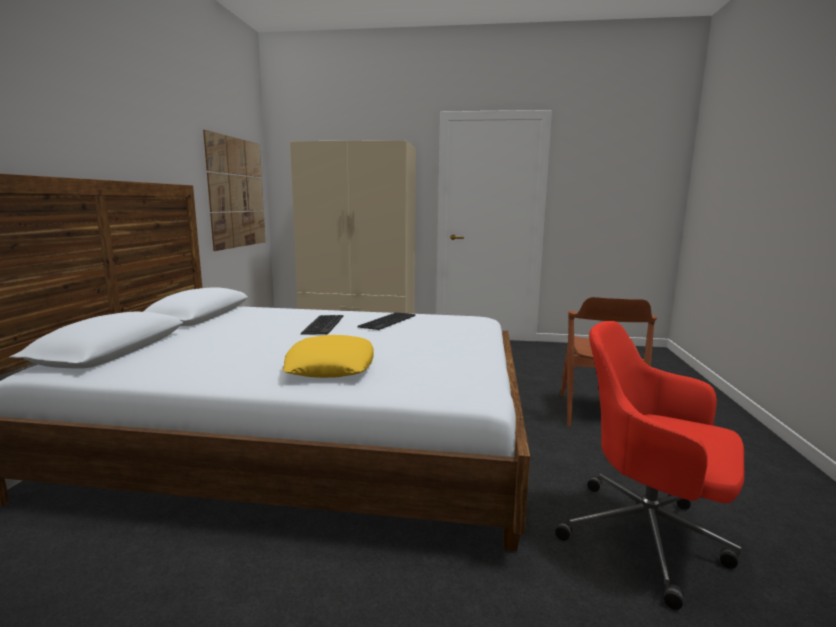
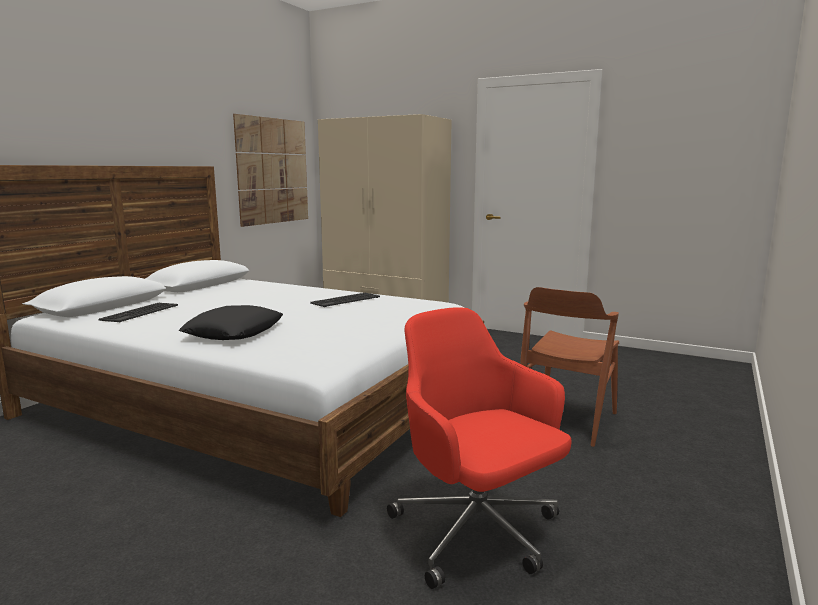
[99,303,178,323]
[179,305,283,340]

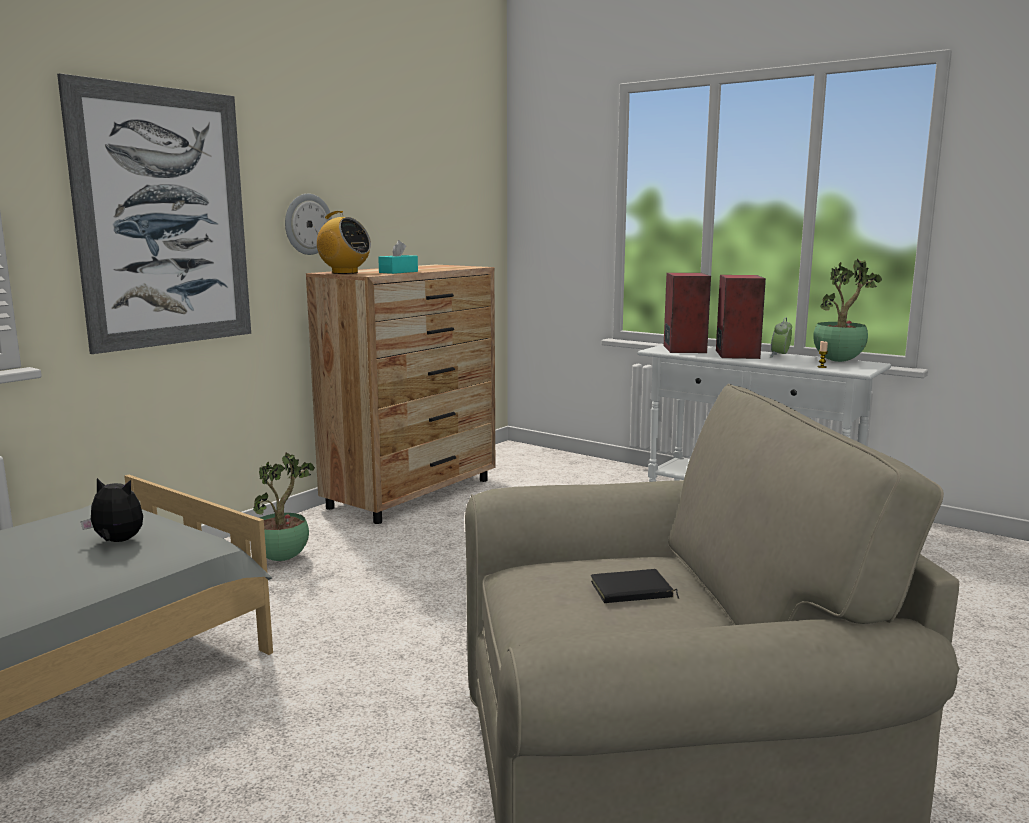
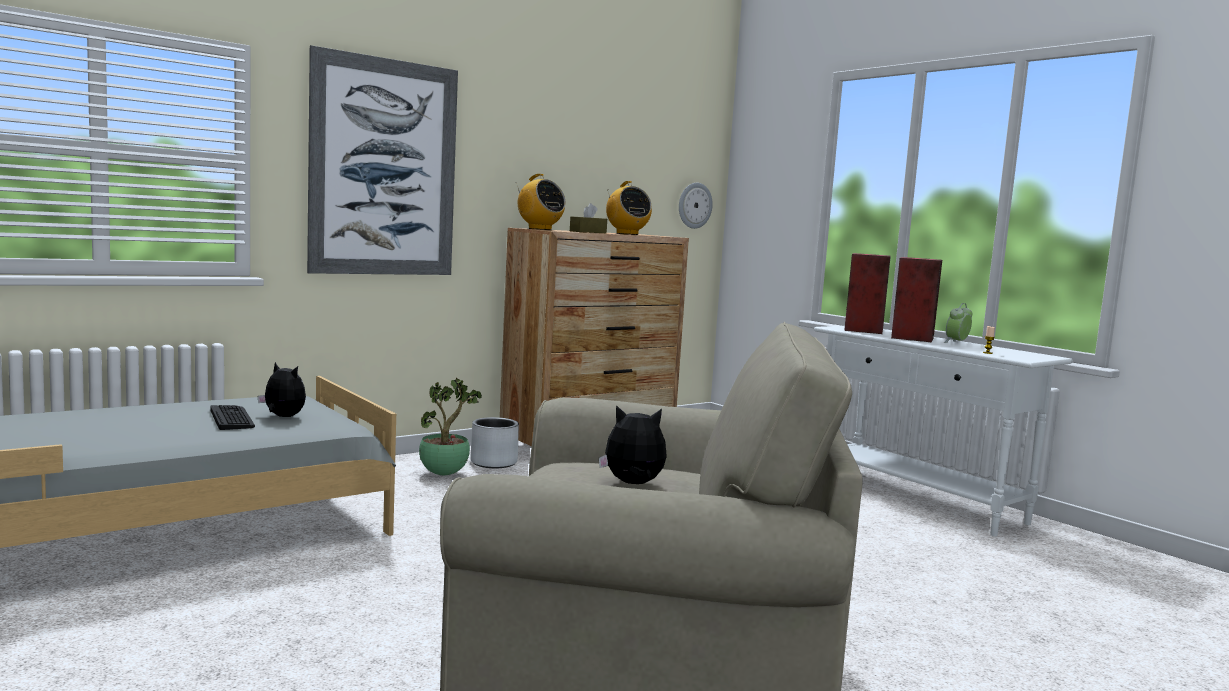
[813,259,882,362] (first image)
[210,405,255,430]
[470,417,519,468]
[606,181,652,235]
[679,183,713,229]
[599,405,667,484]
[570,203,607,233]

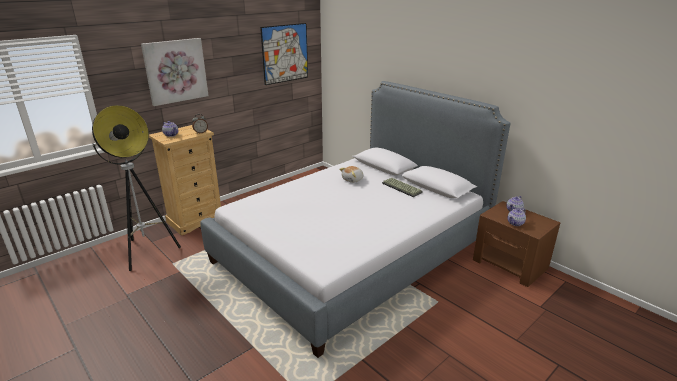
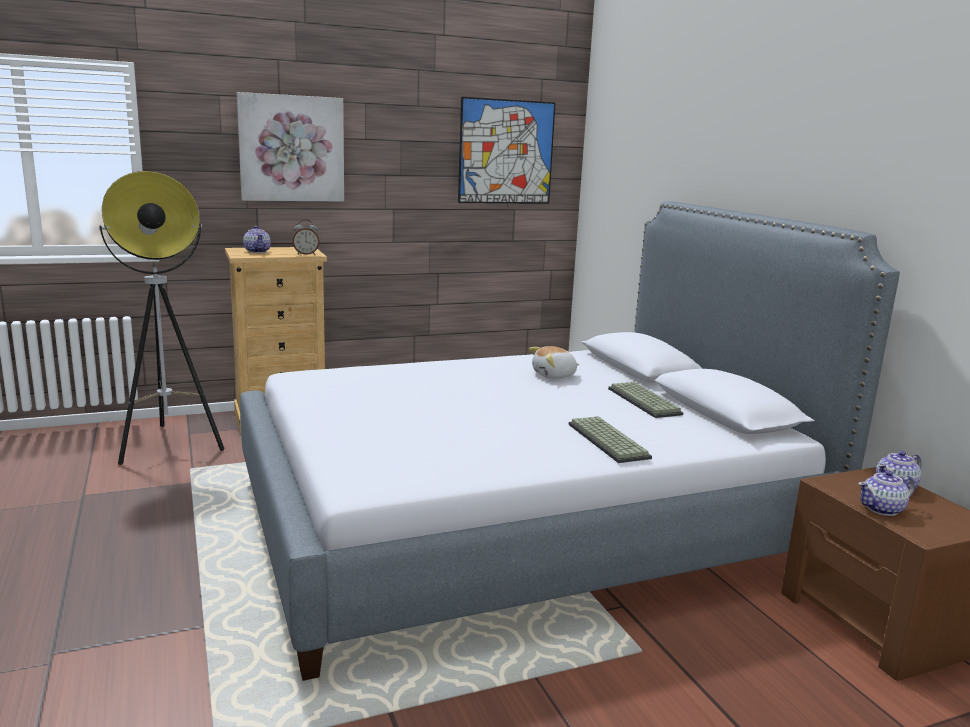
[569,416,652,463]

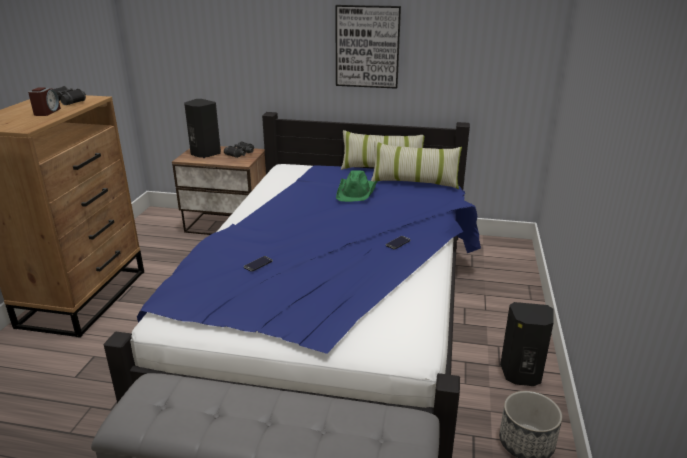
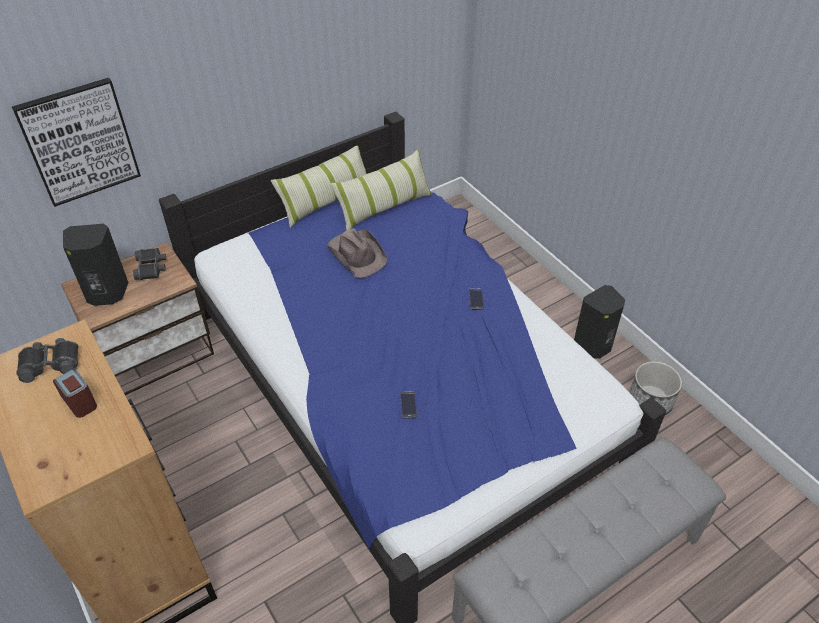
[12,78,141,207]
[327,228,387,278]

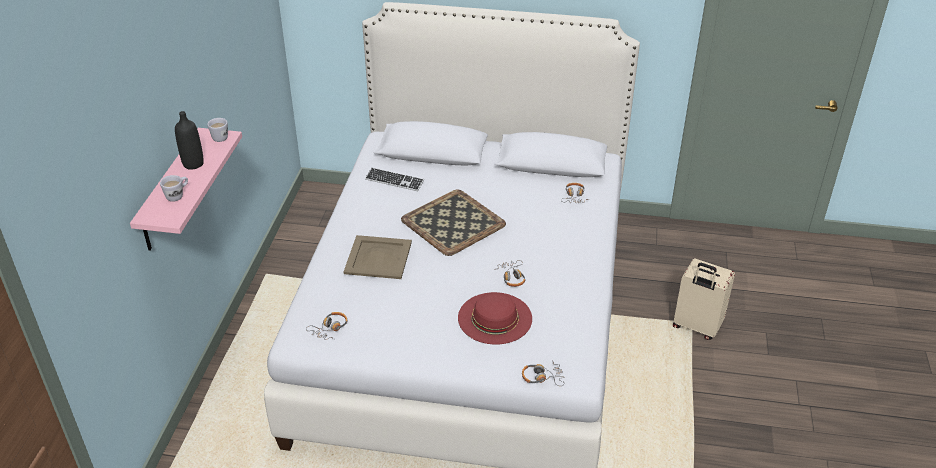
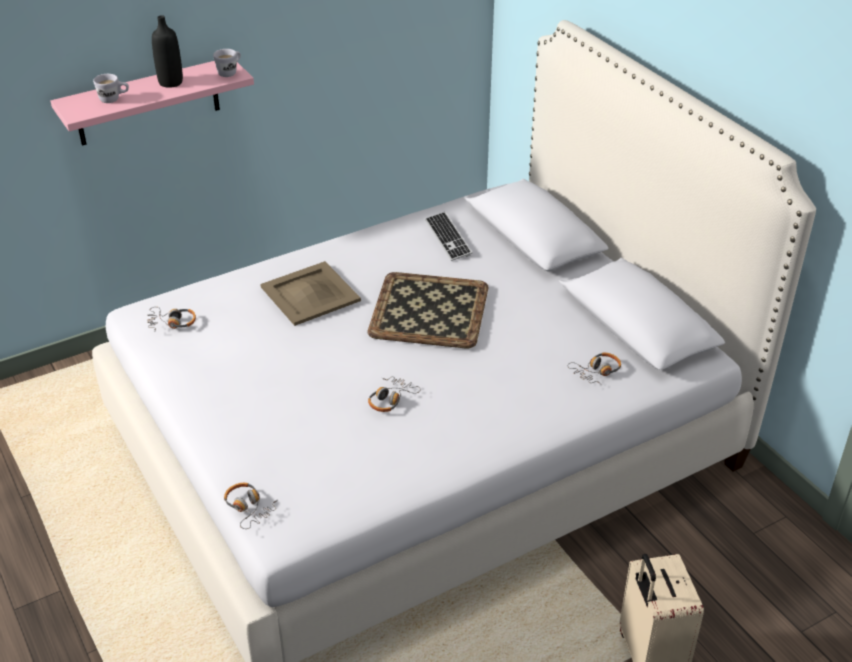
[458,292,532,344] (first image)

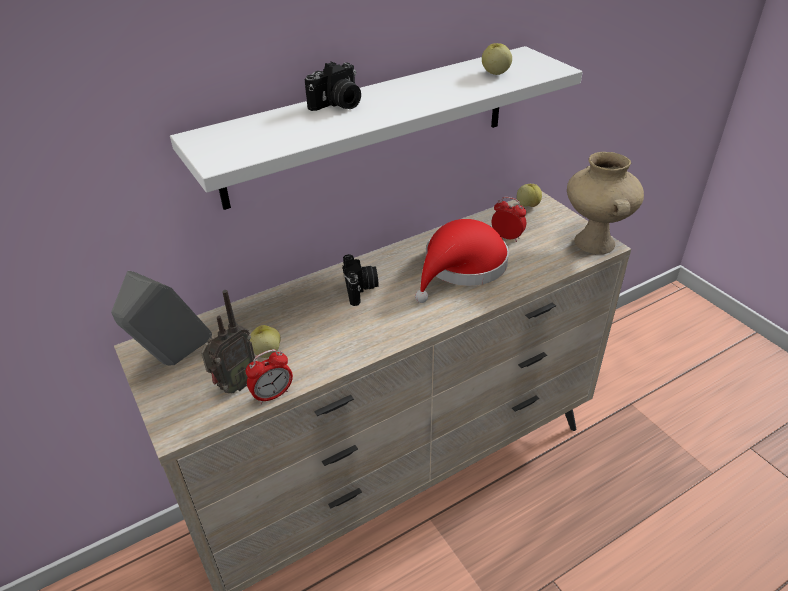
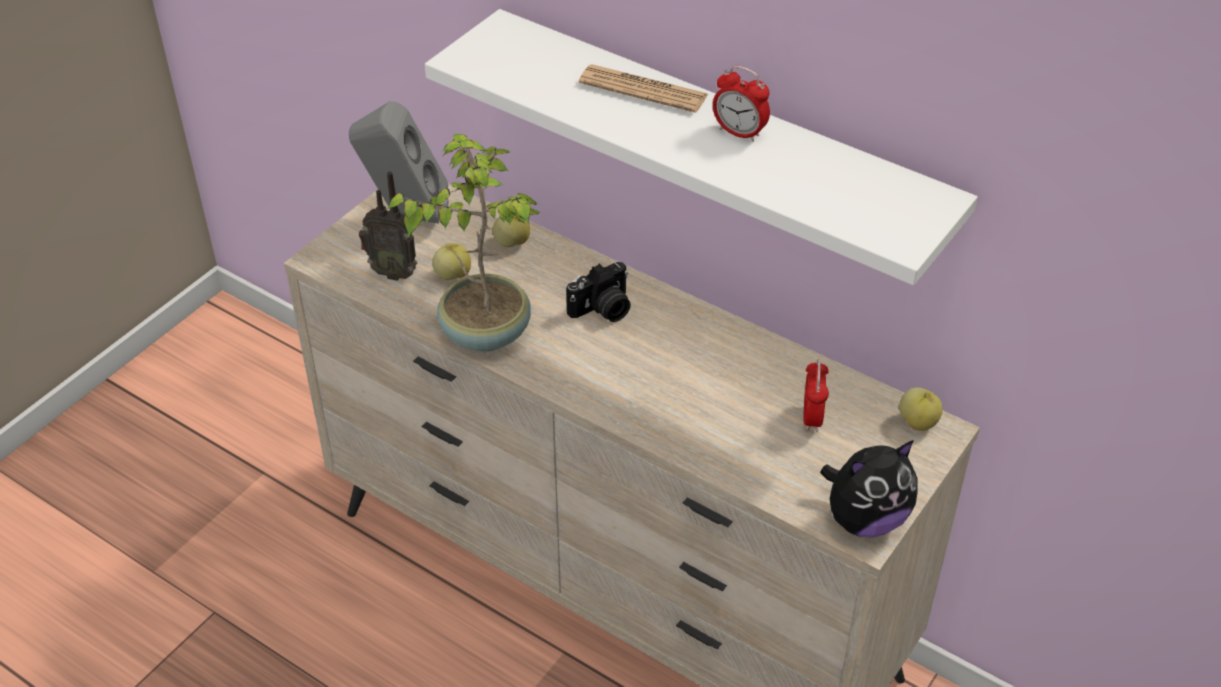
[415,219,509,303] (first image)
[387,134,540,352]
[713,65,770,142]
[493,215,530,247]
[579,64,708,113]
[820,440,918,537]

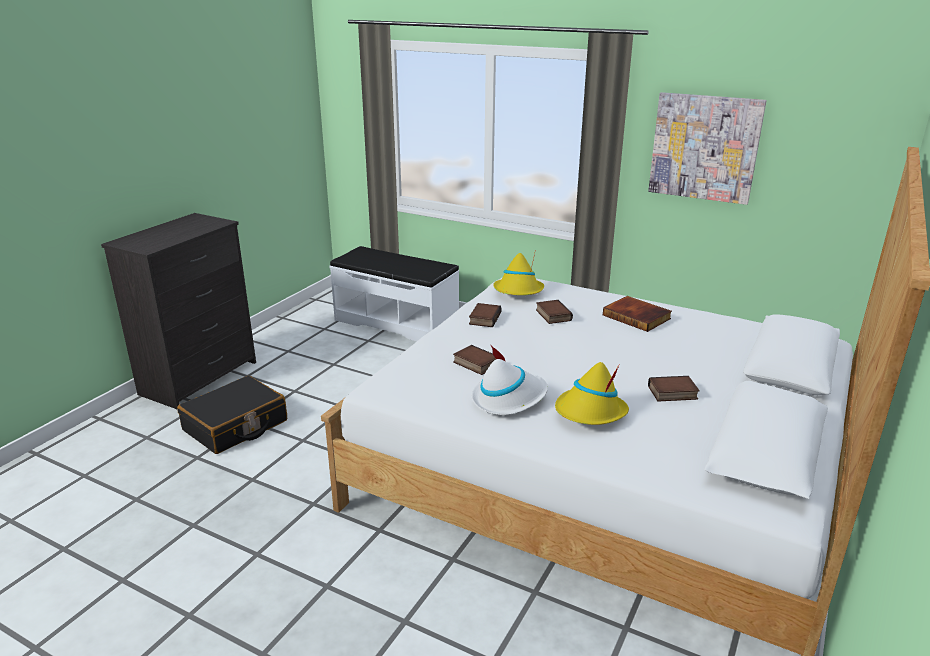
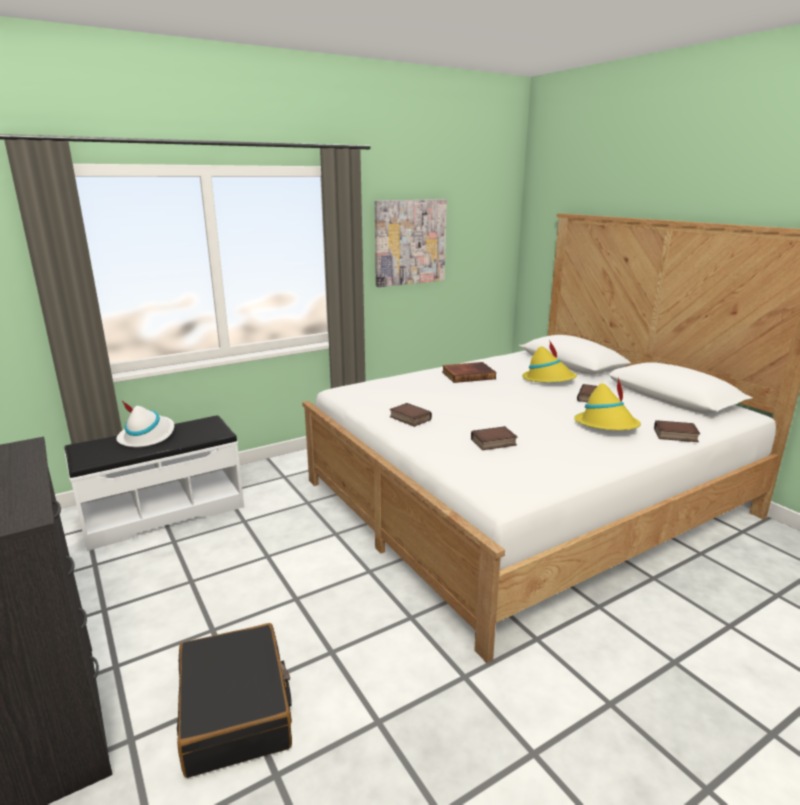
[116,400,174,447]
[522,340,577,382]
[654,420,700,442]

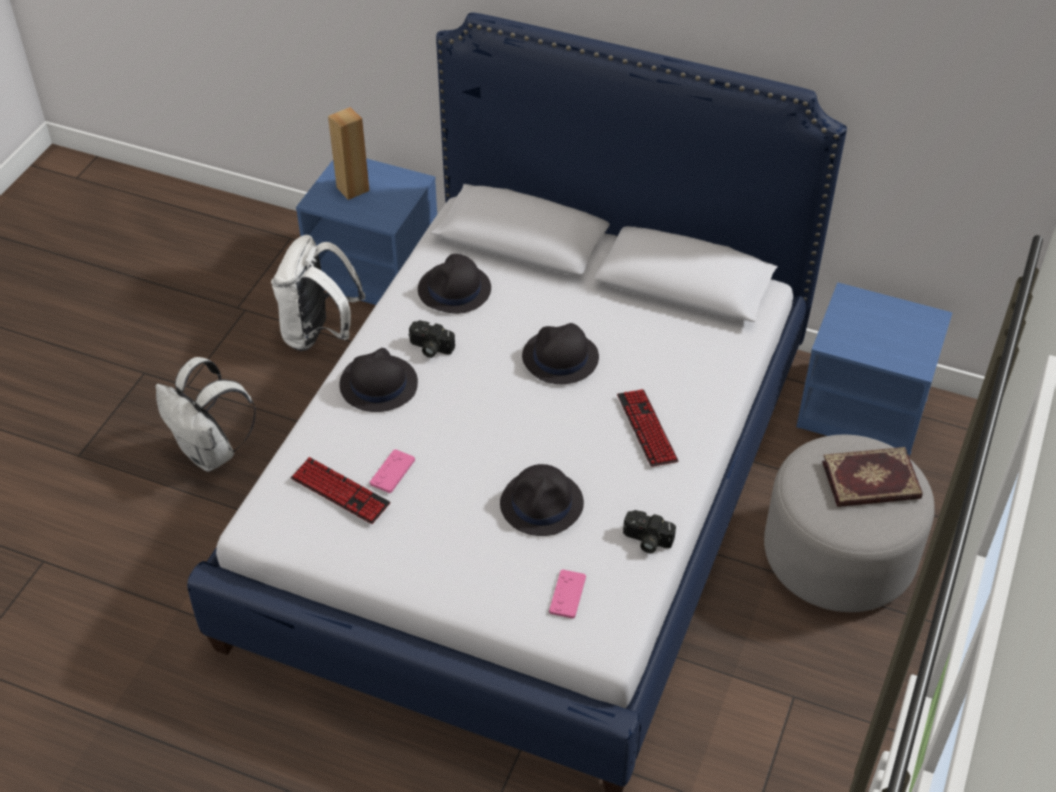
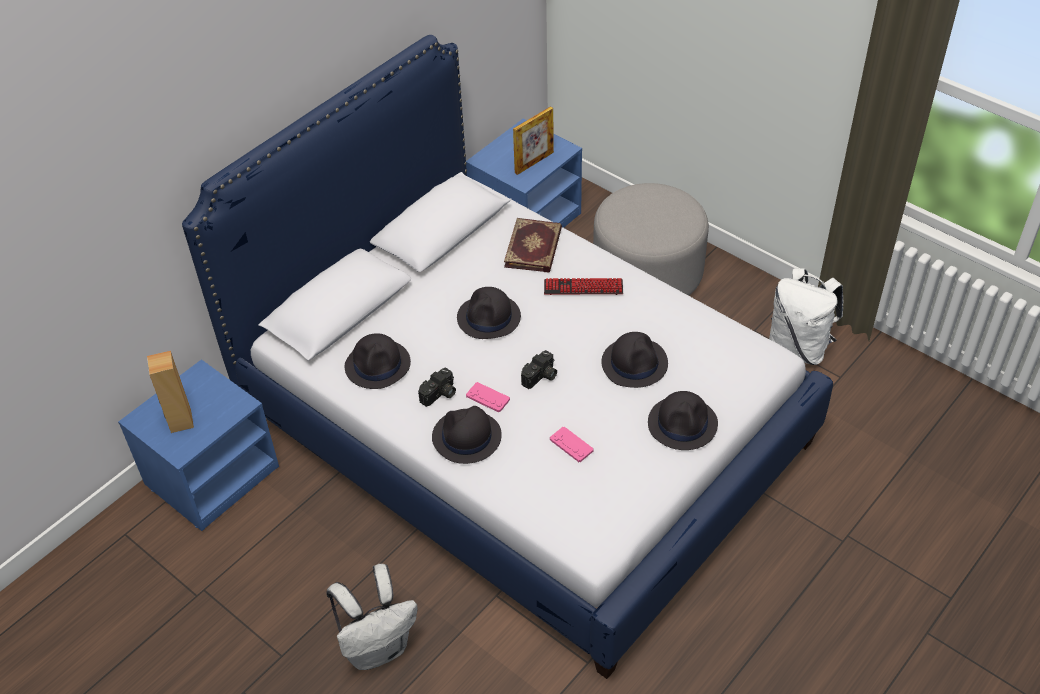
[291,457,391,524] (first image)
[513,106,554,175]
[648,391,718,450]
[769,268,843,365]
[466,382,510,412]
[521,350,557,389]
[504,218,562,273]

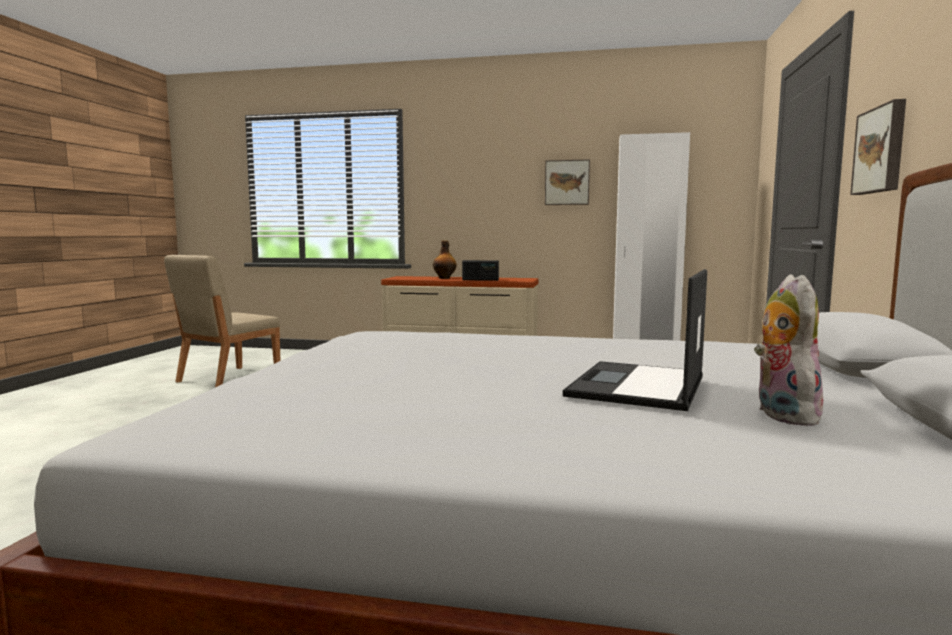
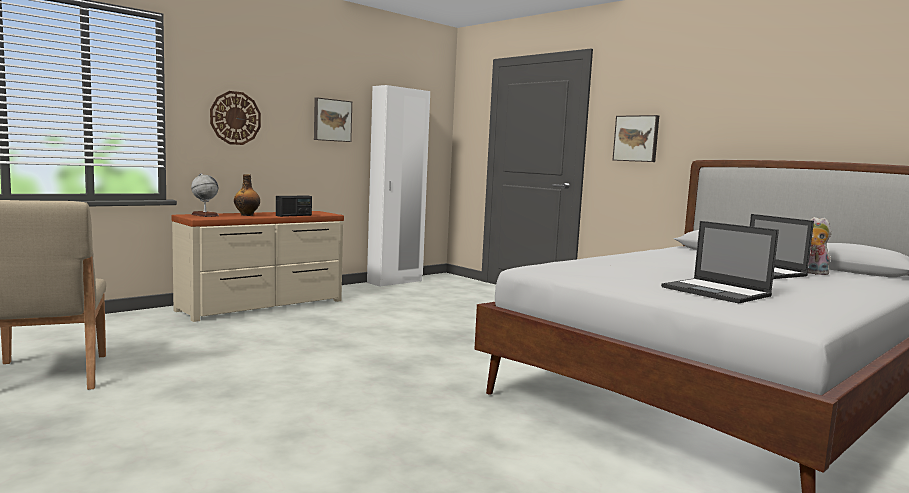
[191,173,219,217]
[210,91,261,145]
[661,221,779,303]

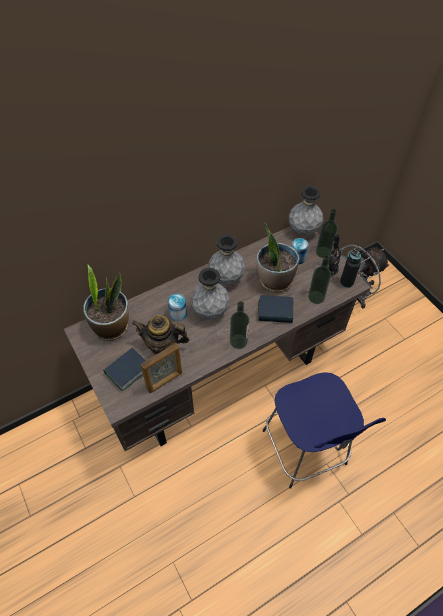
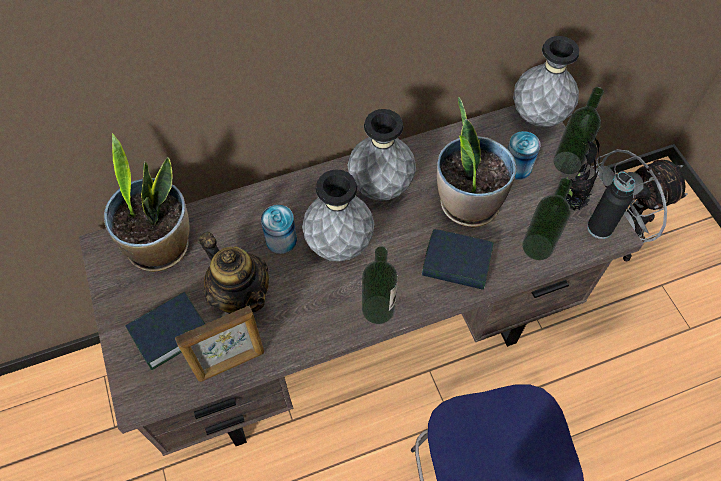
[199,232,269,314]

